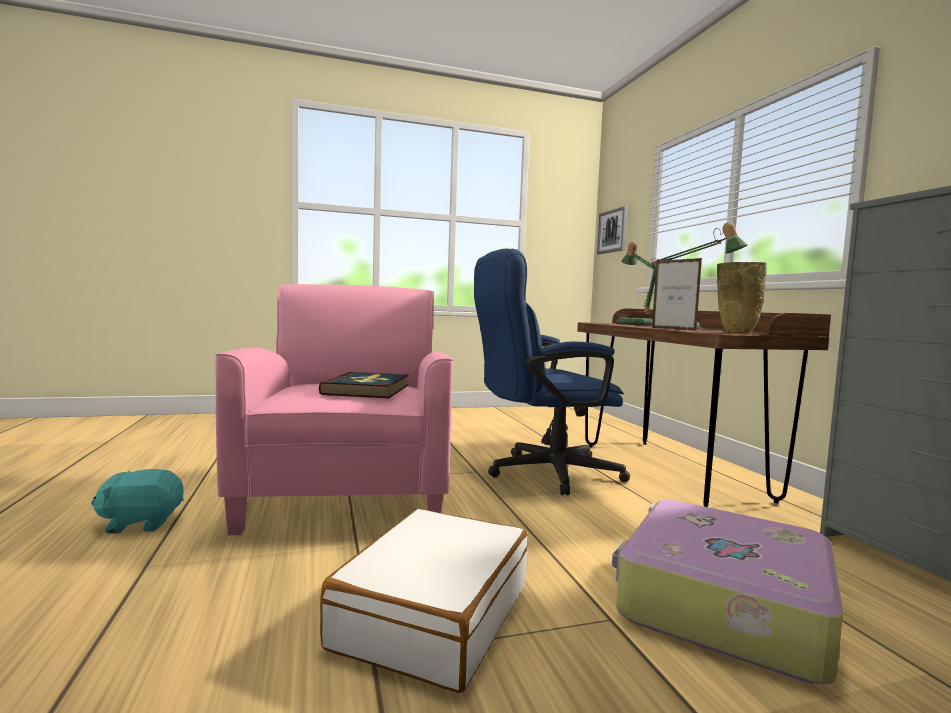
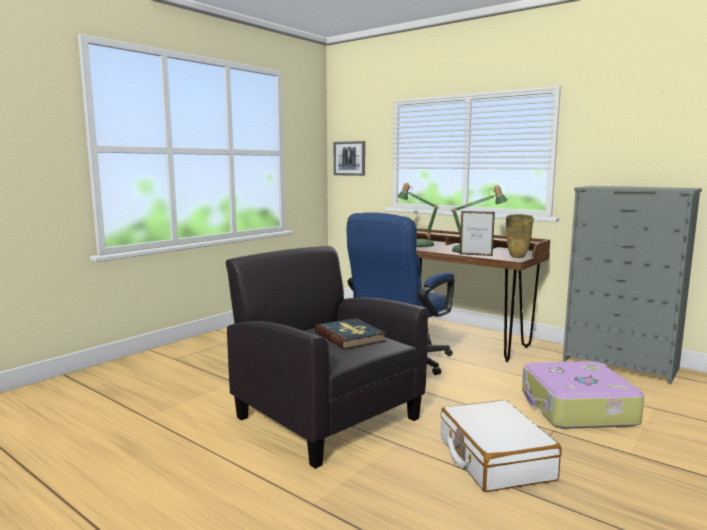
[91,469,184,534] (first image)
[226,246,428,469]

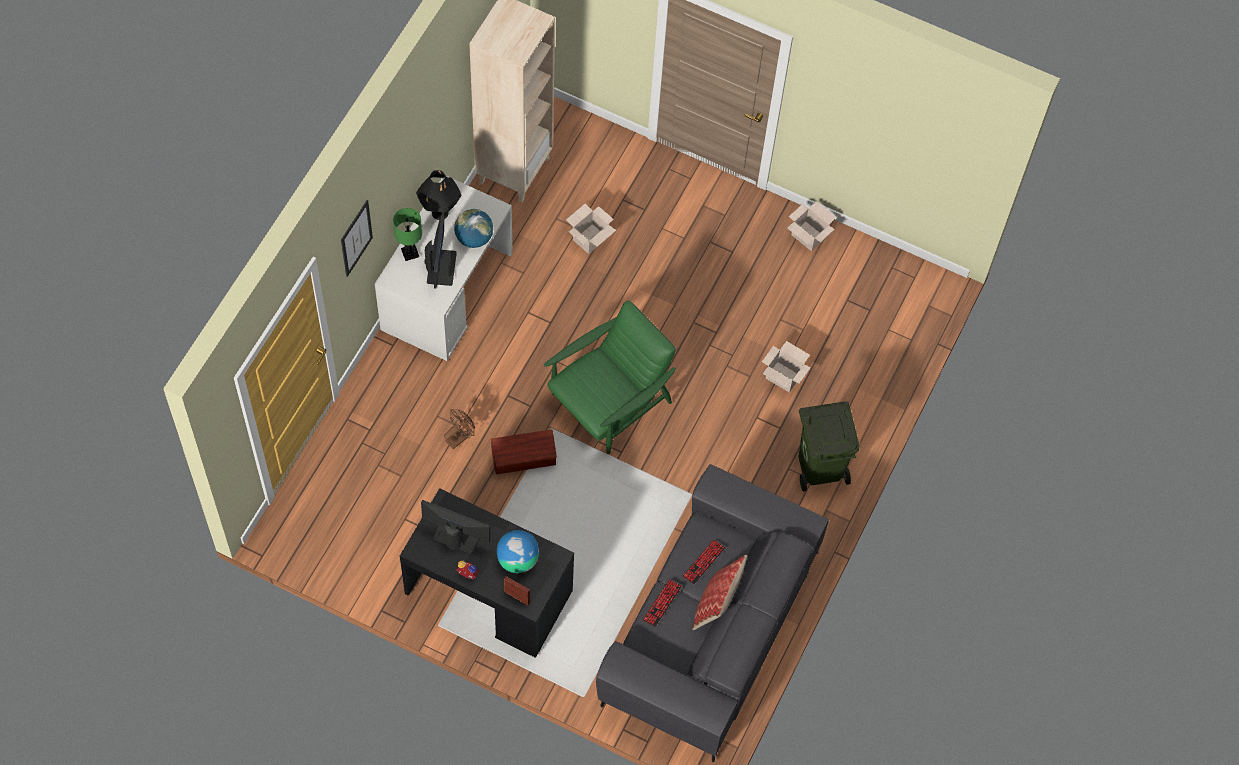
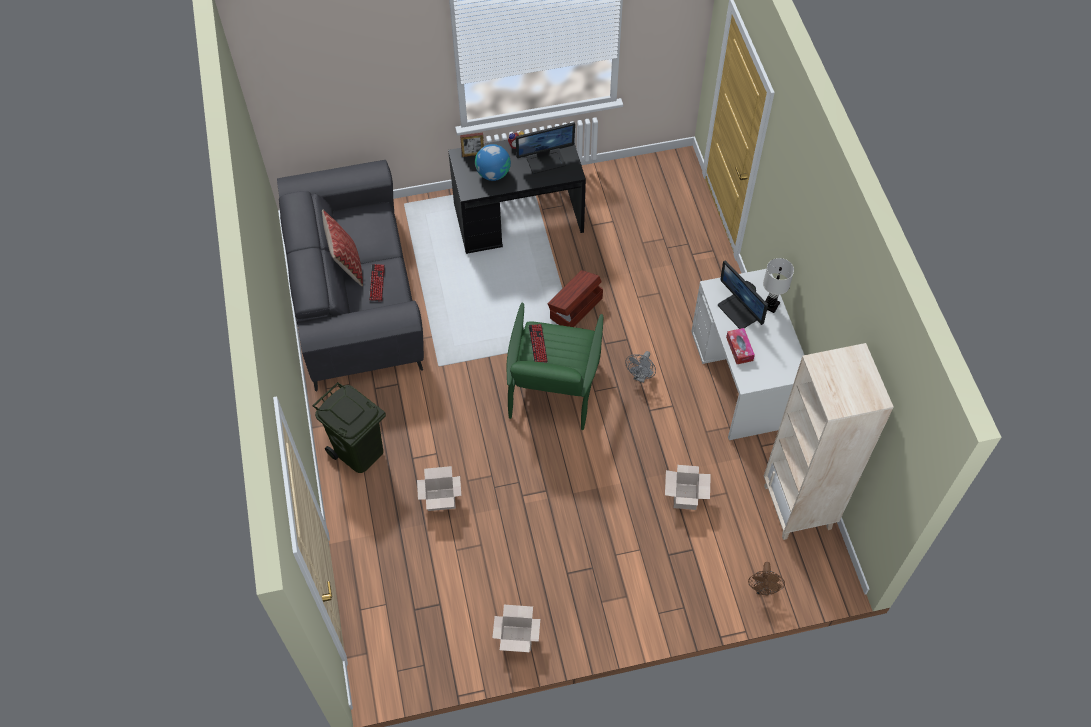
[341,200,373,277] (first image)
[416,170,462,220] (first image)
[625,351,656,383]
[748,562,785,596]
[529,324,548,363]
[726,328,755,364]
[763,258,794,313]

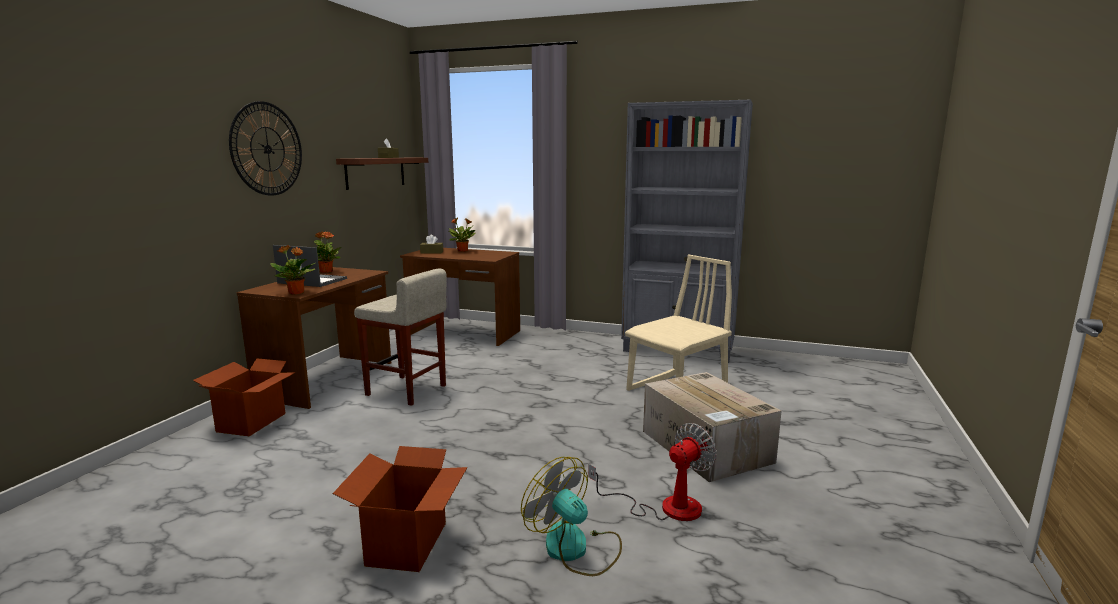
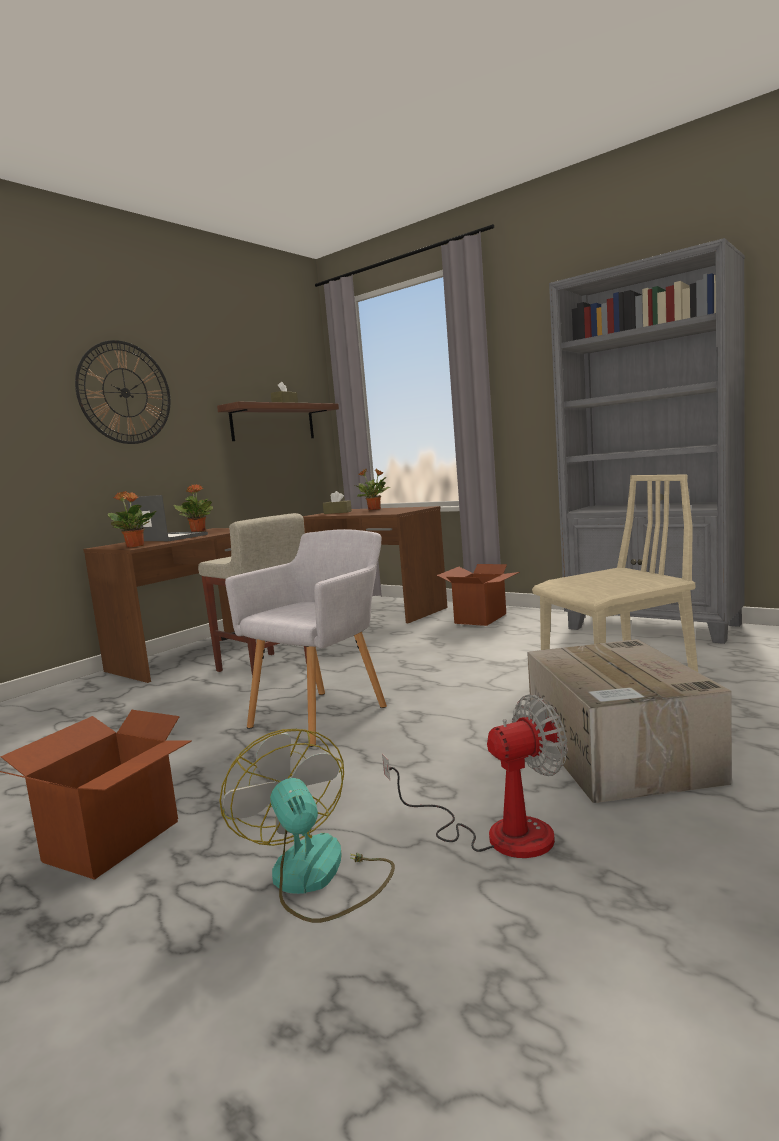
[225,529,387,747]
[437,564,519,626]

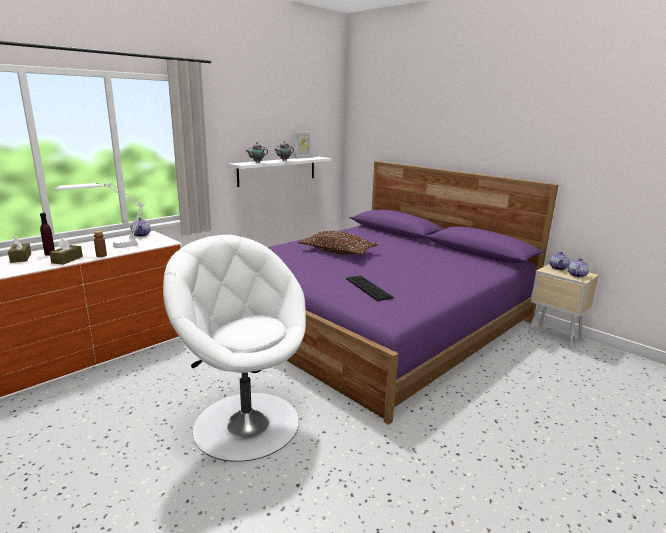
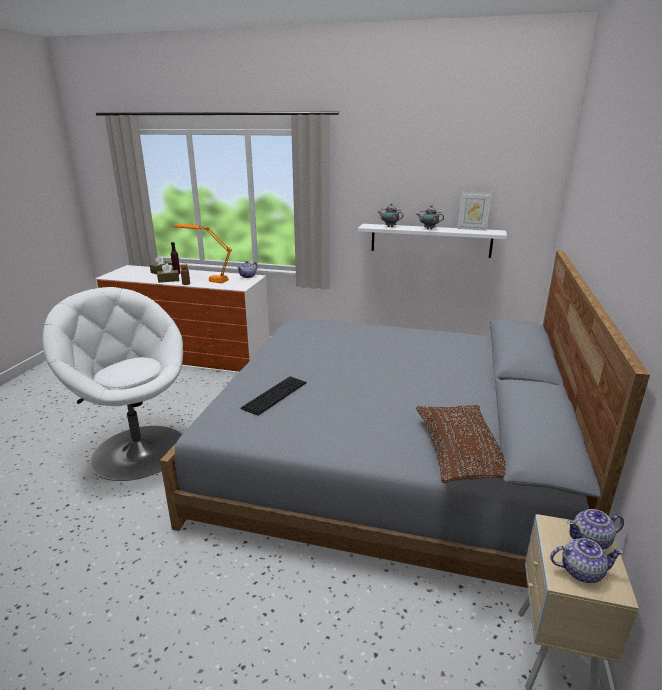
[416,405,506,483]
[174,224,232,283]
[160,250,650,588]
[43,287,183,481]

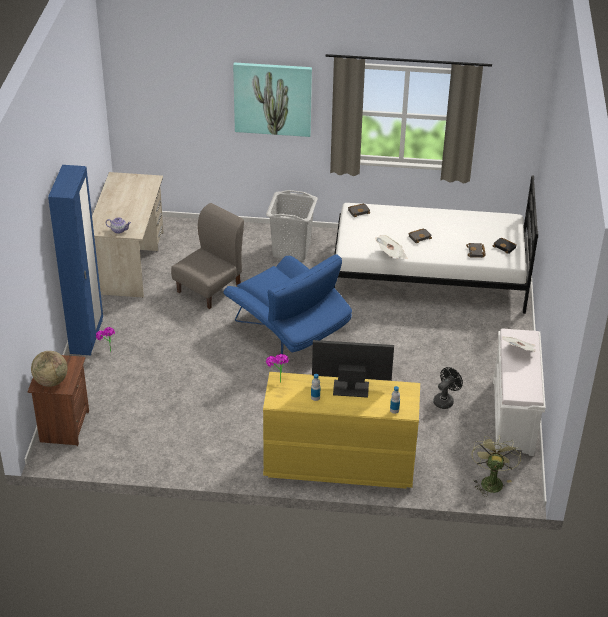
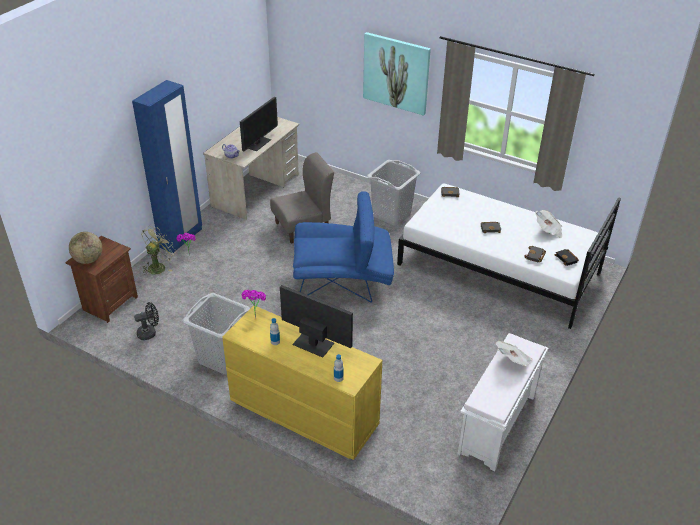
[182,293,250,374]
[240,97,278,151]
[535,210,562,238]
[134,302,159,340]
[141,226,175,275]
[293,191,394,303]

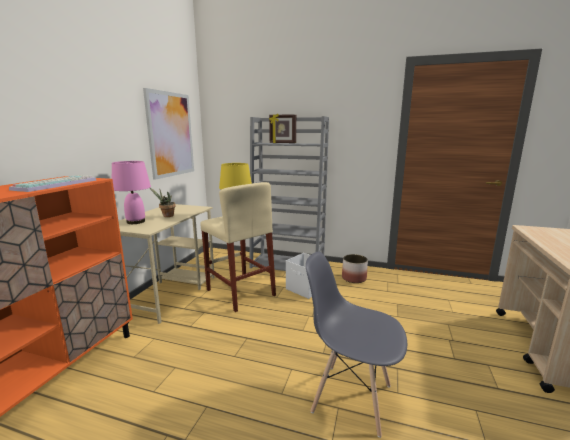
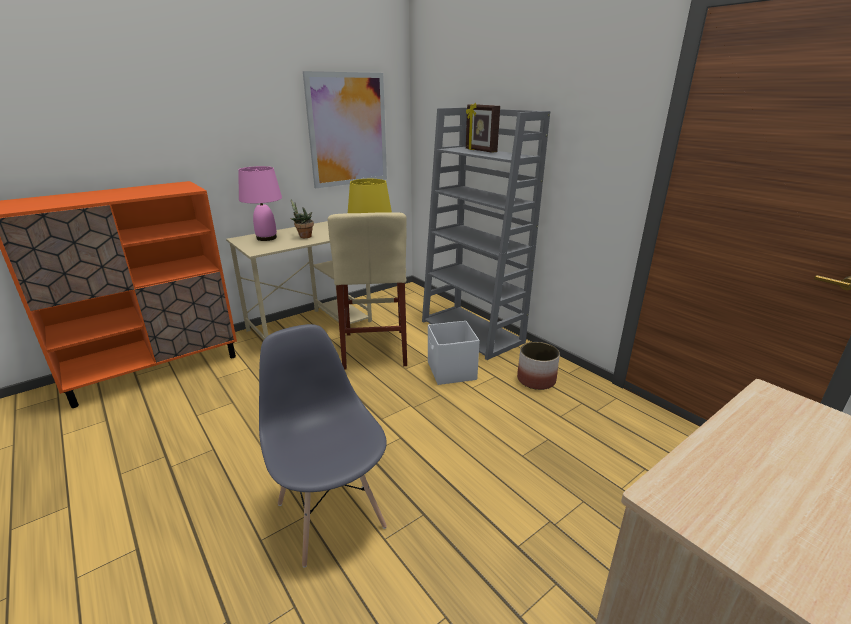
[9,175,96,192] (first image)

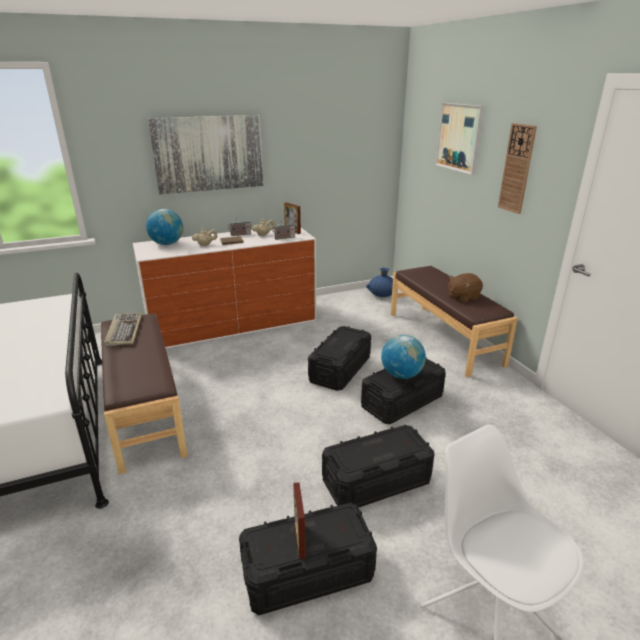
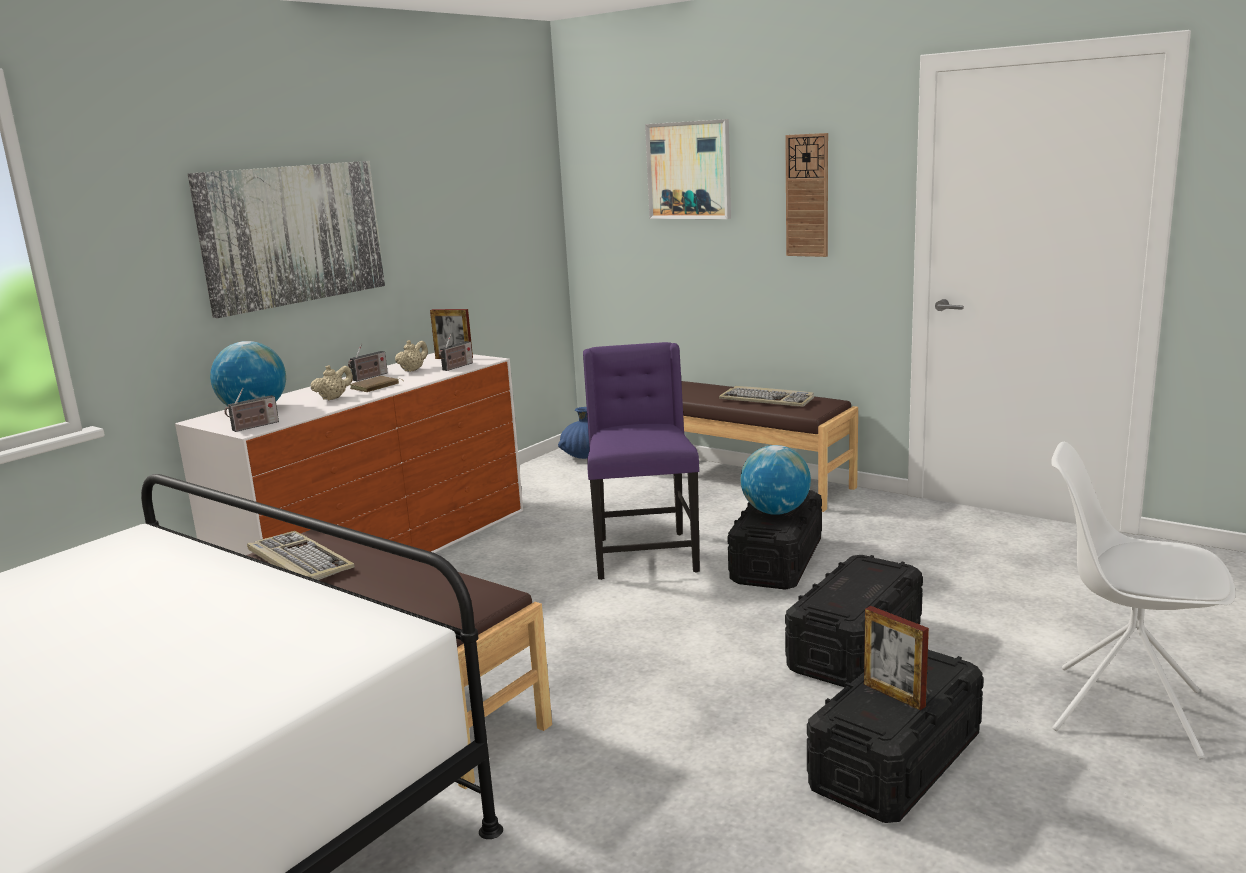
[224,387,279,432]
[583,342,700,580]
[719,386,814,407]

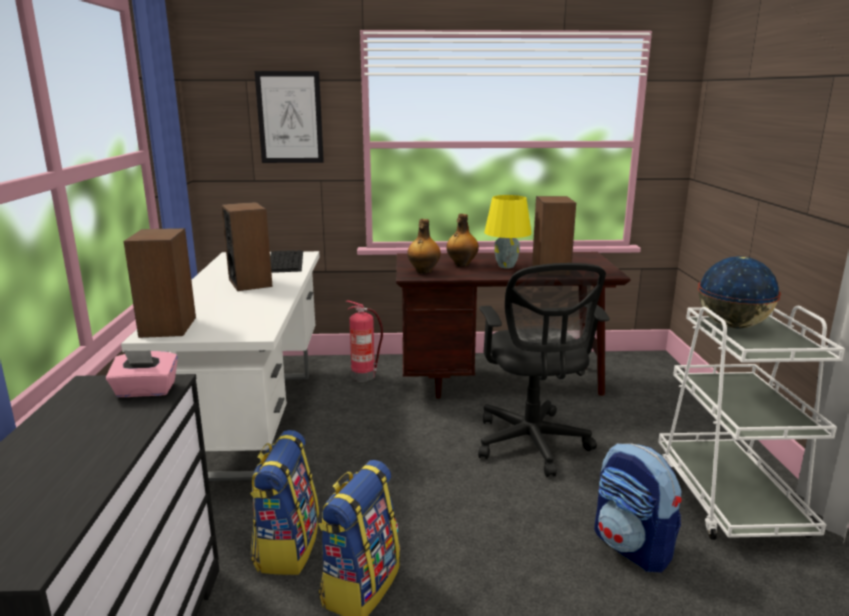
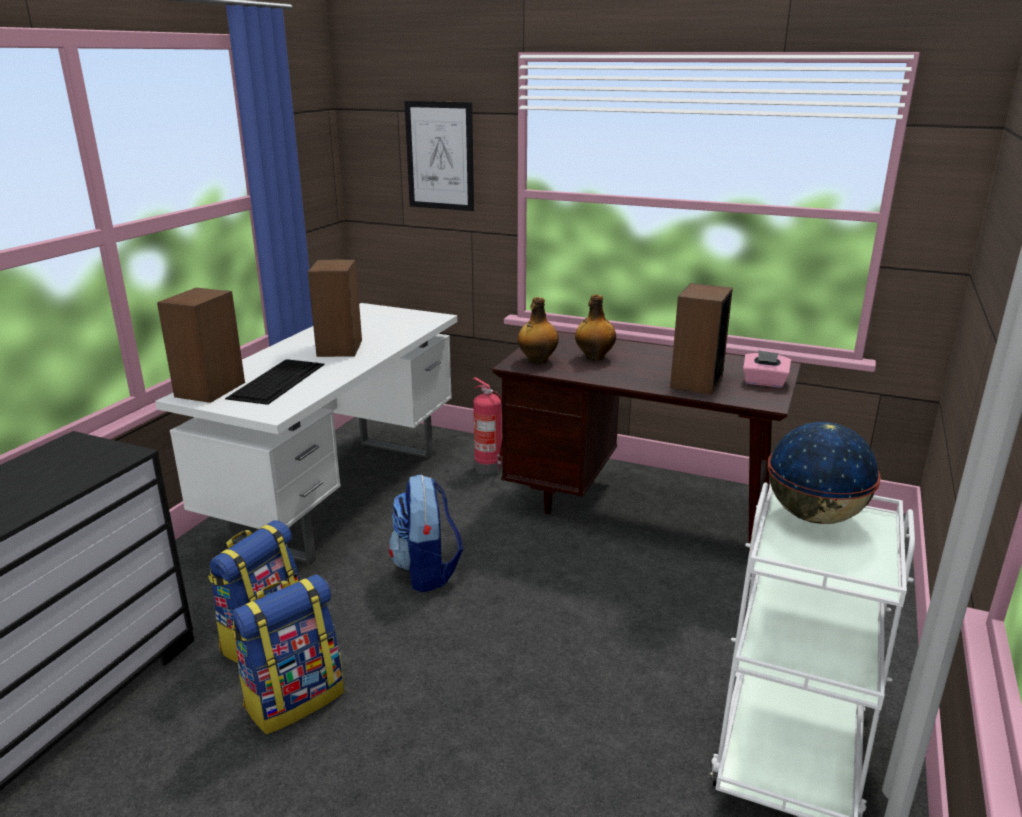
[478,263,610,477] (first image)
[484,195,532,269] (first image)
[743,350,791,388]
[225,359,324,405]
[388,474,463,592]

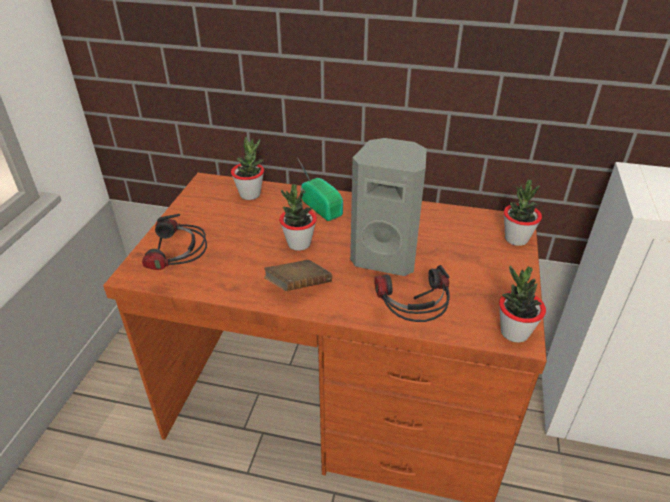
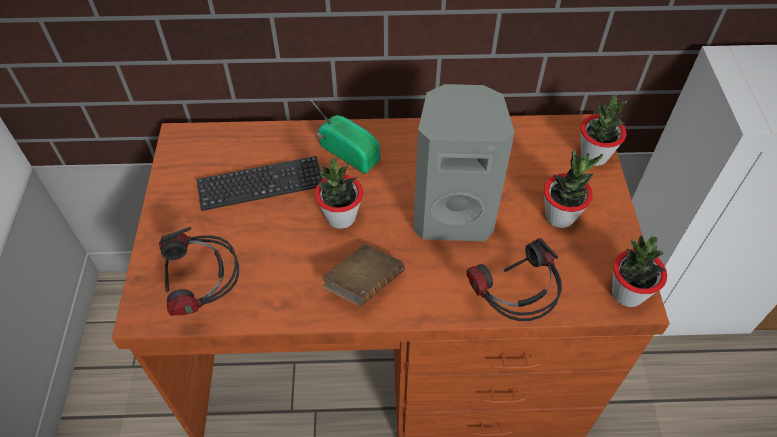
[196,156,323,211]
[544,151,603,228]

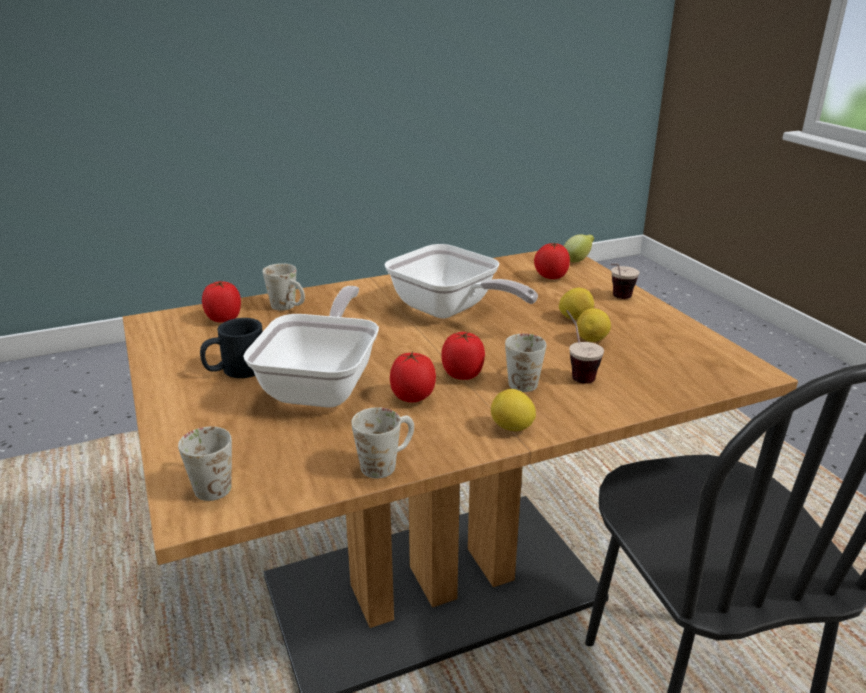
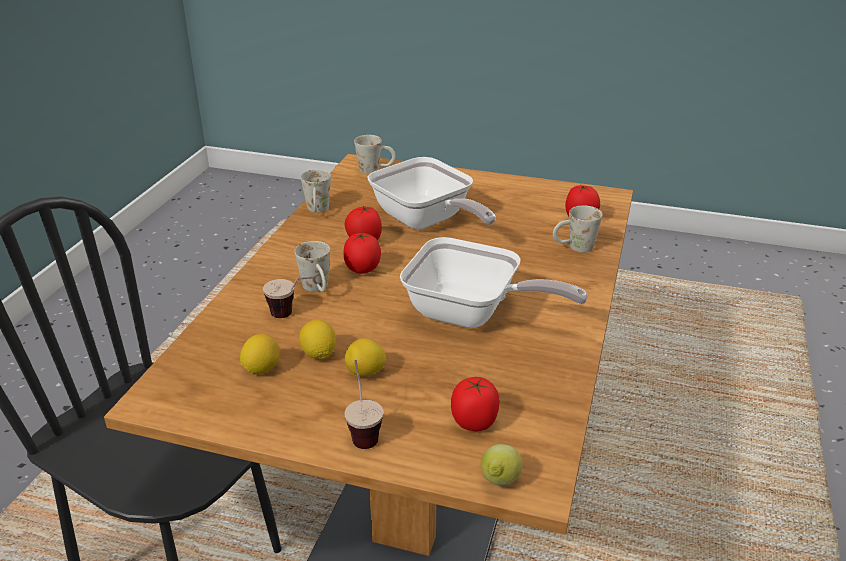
[200,318,263,378] (first image)
[240,334,280,375]
[400,237,588,328]

